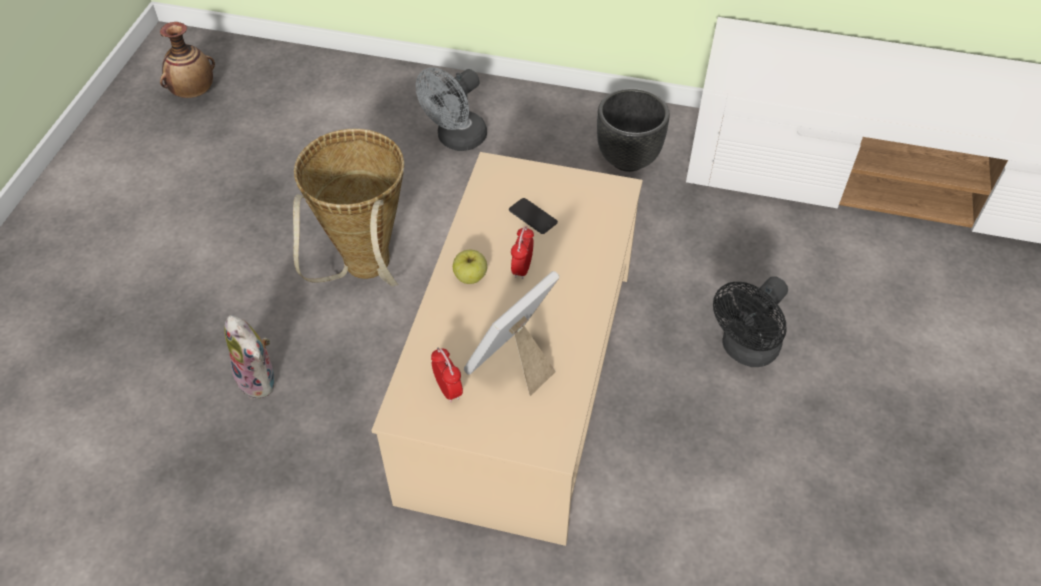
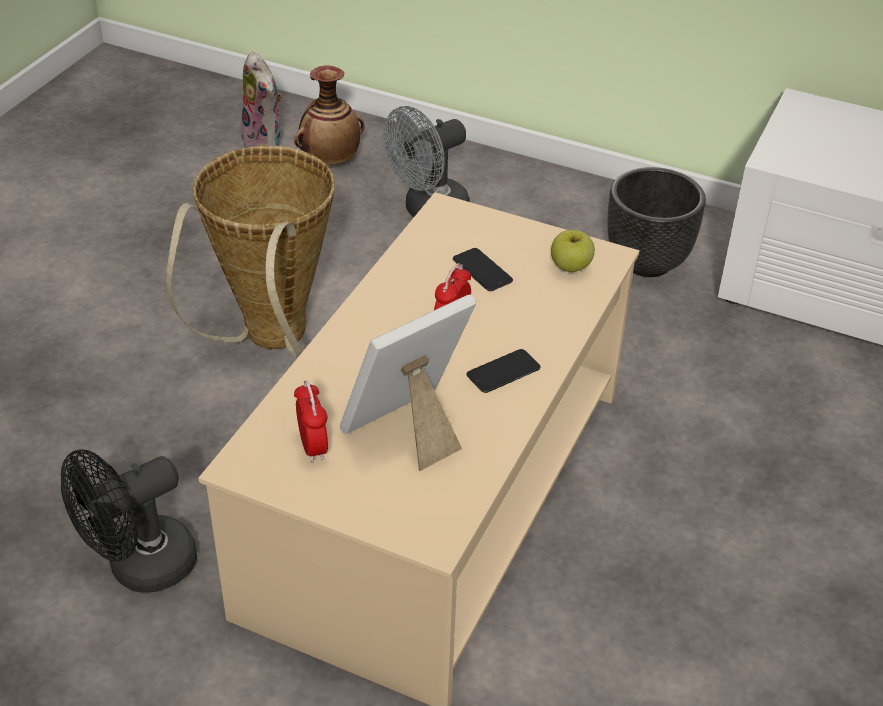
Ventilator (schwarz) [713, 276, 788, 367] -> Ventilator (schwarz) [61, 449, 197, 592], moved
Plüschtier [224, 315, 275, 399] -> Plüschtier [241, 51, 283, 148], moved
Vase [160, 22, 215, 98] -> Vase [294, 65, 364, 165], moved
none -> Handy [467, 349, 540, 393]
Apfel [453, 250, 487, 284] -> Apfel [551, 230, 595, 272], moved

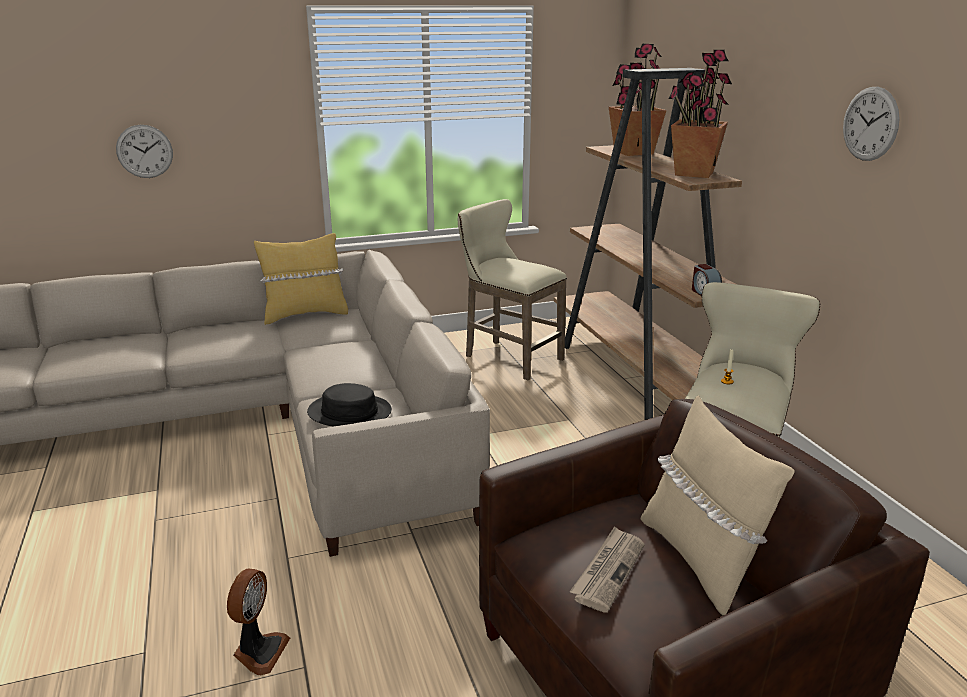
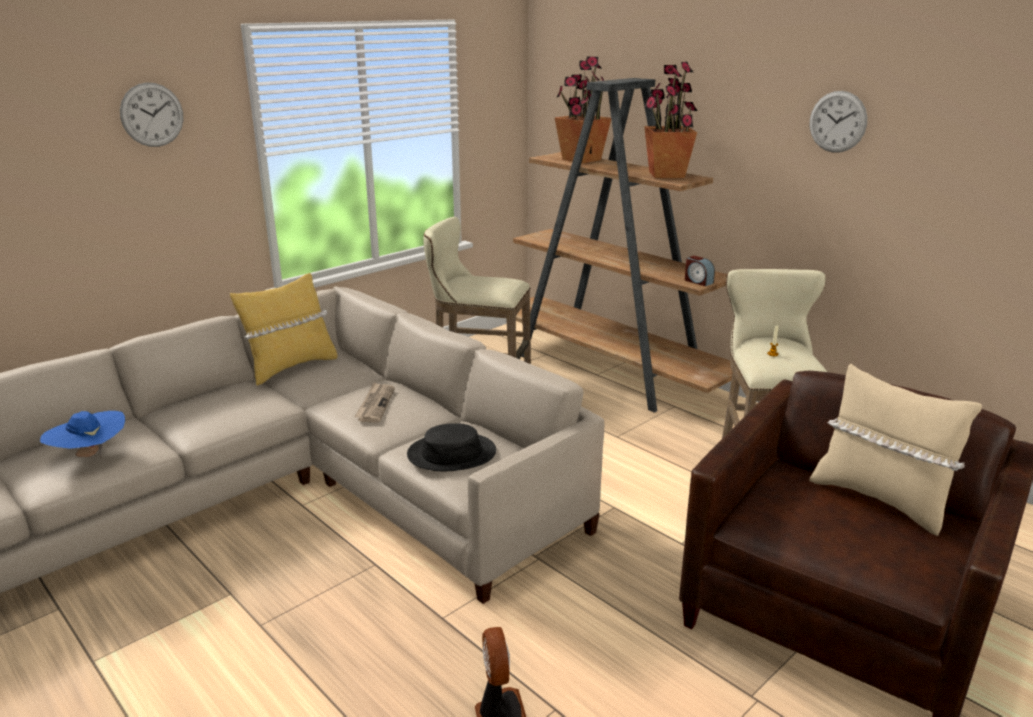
none -> Hut (blau) [40, 411, 125, 457]
Wanduhr [116, 125, 173, 178] -> Wanduhr [120, 82, 183, 147], moved
Zeitung [570, 526, 645, 613] -> Zeitung [354, 382, 395, 423], moved

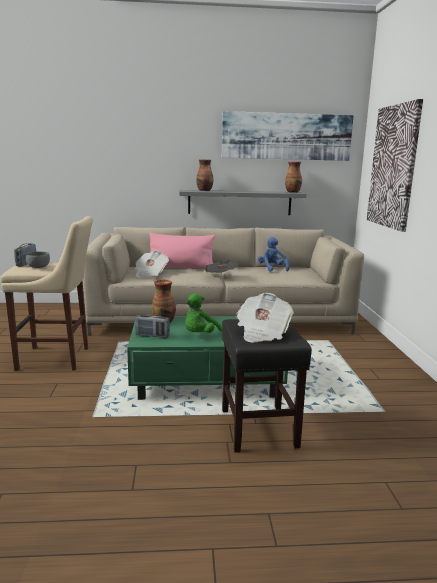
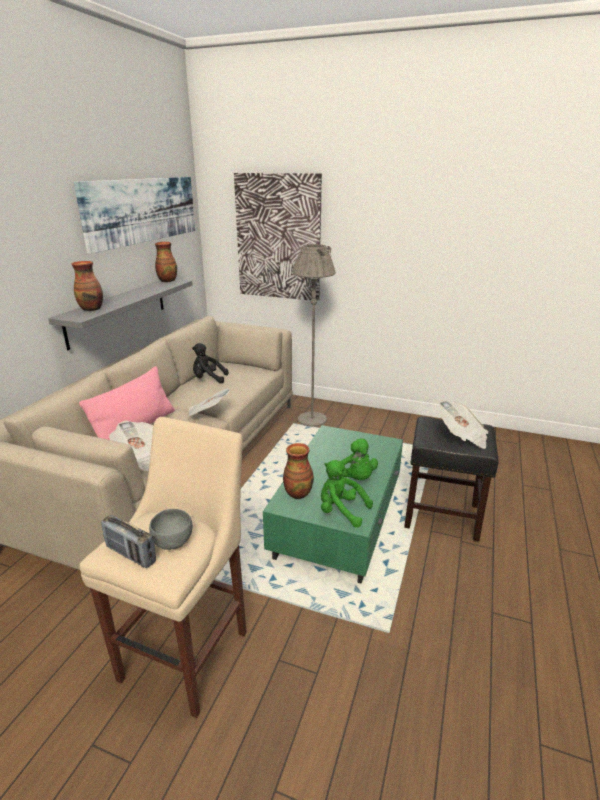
Plüschtier (blau) [258, 237, 289, 272] -> Plüschtier (schwarz) [192, 343, 228, 383]
none -> Stehlampe (grau) [292, 244, 336, 427]
Radio [135, 314, 170, 338] -> Plüschtier (grün) [321, 460, 373, 527]

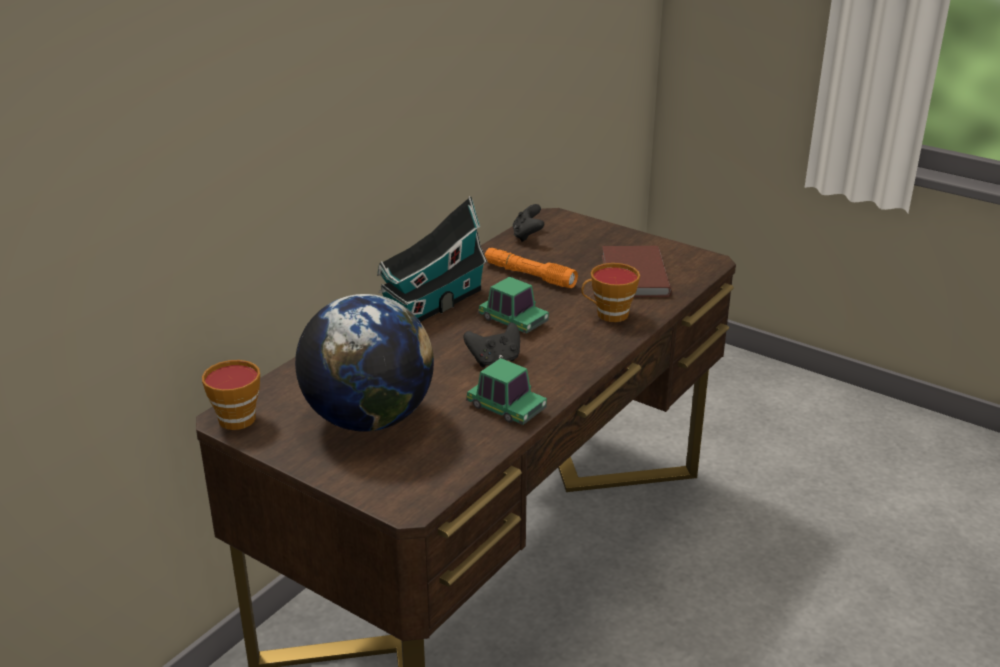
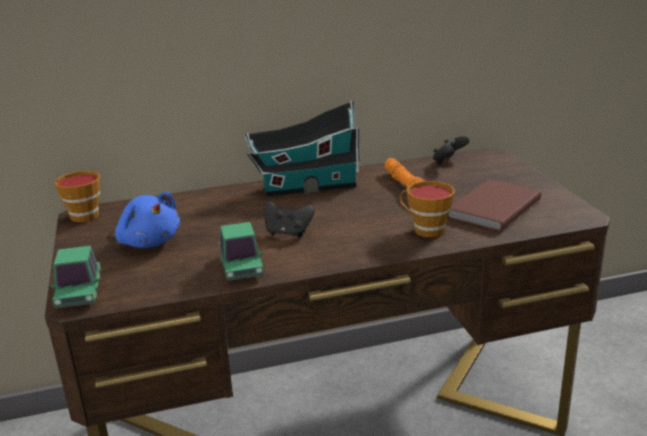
Spielzeugauto [478, 276, 549, 334] -> Spielzeugauto [51, 246, 101, 308], moved
Globus [295, 294, 434, 432] -> Plüschtier (blau) [115, 192, 180, 248]

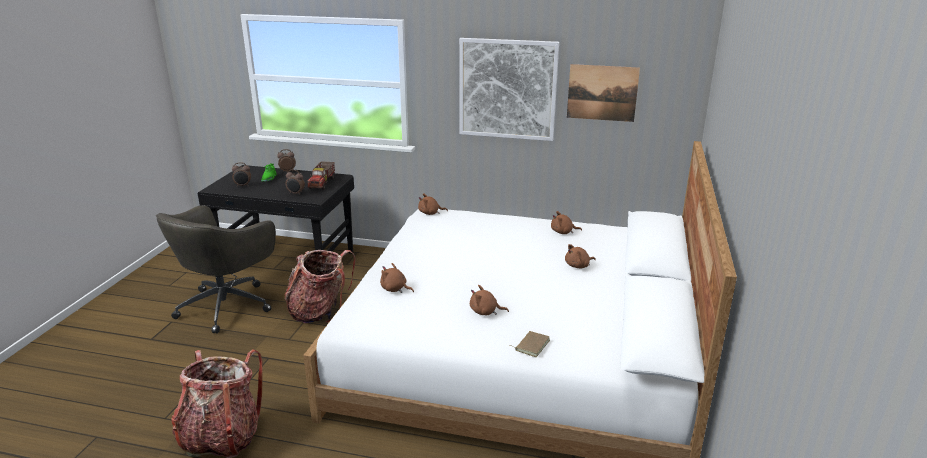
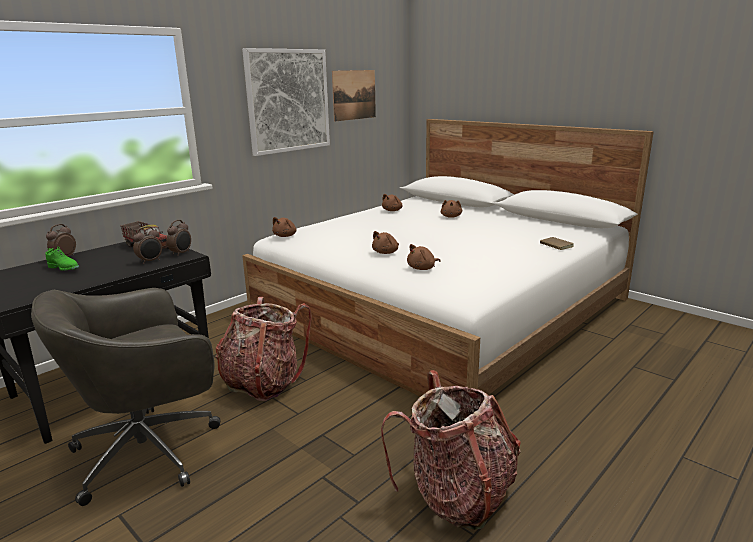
Bürostuhl (grau) [156, 205, 276, 333] -> Bürostuhl (grau) [31, 288, 221, 506], 90 degrees clockwise
Wecker [232, 162, 251, 186] -> Wecker [167, 220, 191, 256], moved
Plüschtier (braun) [470, 285, 509, 315] -> Plüschtier (braun) [372, 231, 399, 254], moved

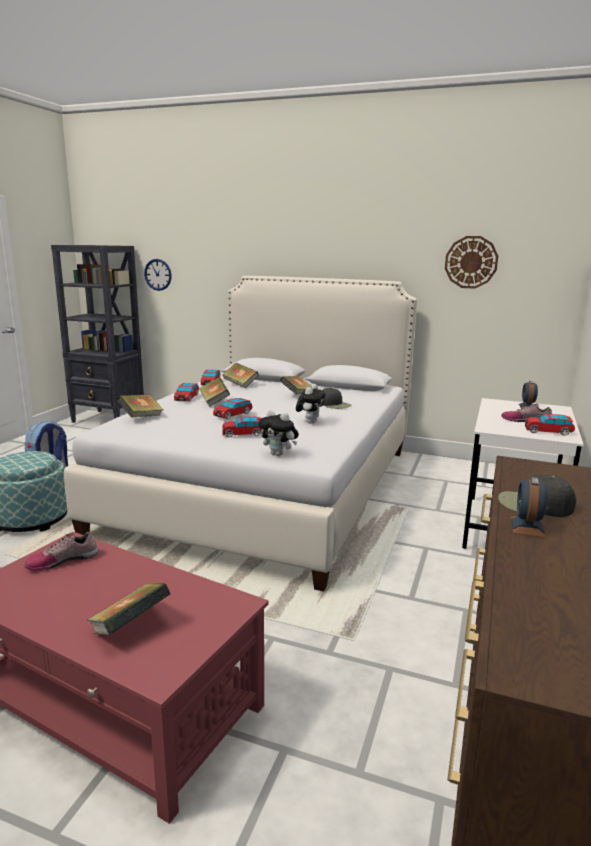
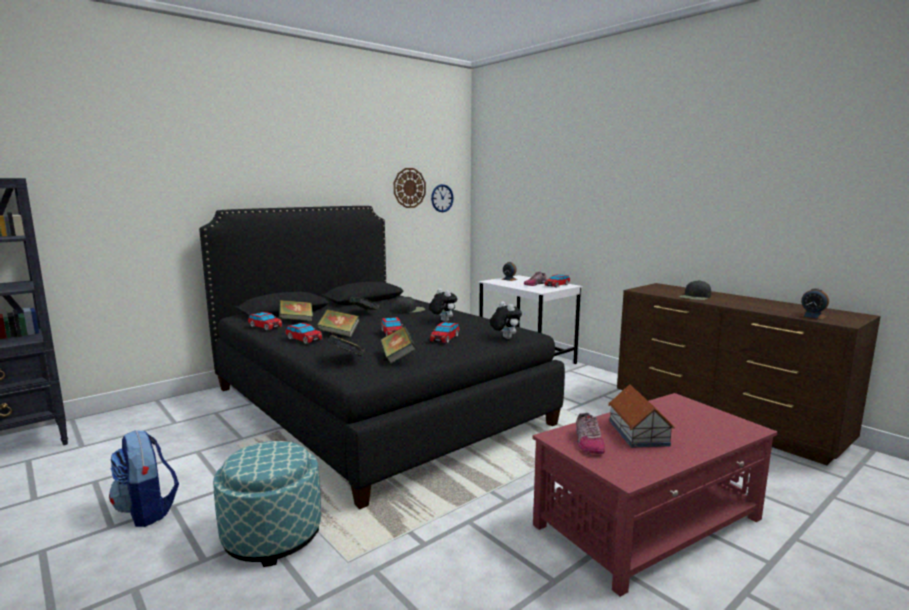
Bett (weiß) [64, 276, 417, 592] -> Bett (schwarz) [199, 206, 565, 509]
Buch [88, 583, 170, 636] -> Buch [381, 327, 416, 364], moved
Wanduhr [144, 259, 172, 291] -> Wanduhr [431, 184, 454, 212], moved
Plüschtier [258, 410, 299, 456] -> Plüschtier [490, 301, 522, 339], 90 degrees counterclockwise
none -> Spielzeughaus [608, 385, 675, 448]
Wecker [511, 477, 547, 538] -> Wecker [800, 288, 829, 320], moved

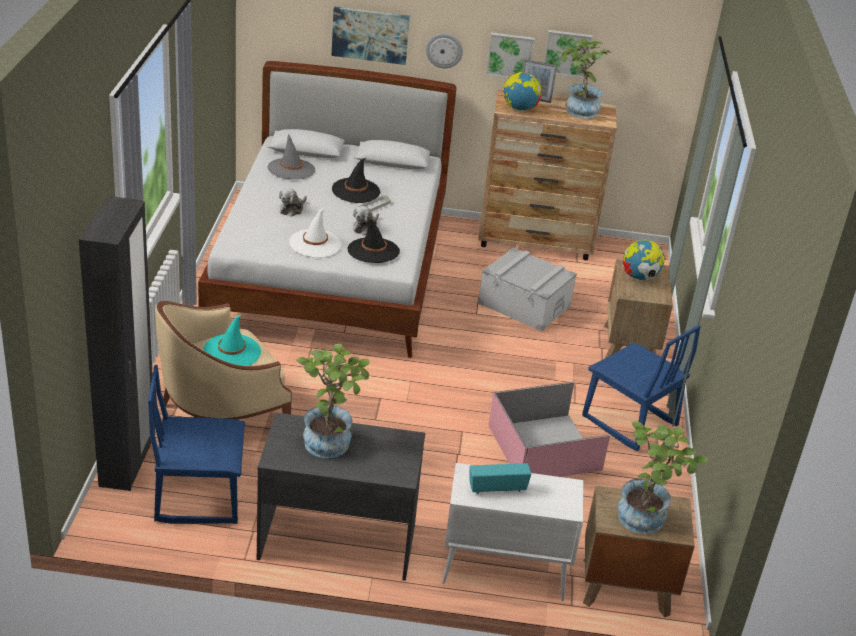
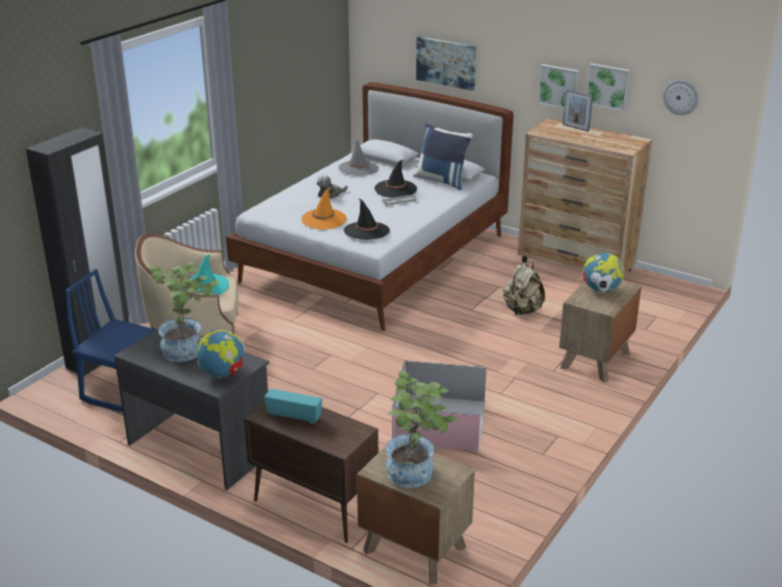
Globus [503, 72, 541, 111] -> Globus [196, 328, 245, 378], moved
Schrank (weiß) [442, 463, 583, 601] -> Schrank (braun) [244, 402, 378, 543]
Hut (weiß) [289, 208, 341, 258] -> Hut (orange) [301, 188, 347, 229]
none -> Kissen (blau) [413, 123, 473, 190]
Aufbewahrungsbox (grau) [478, 248, 577, 332] -> Rucksack (beige) [503, 262, 545, 315]
Wanduhr [426, 33, 463, 68] -> Wanduhr [663, 80, 699, 115], moved
Plüschtier [353, 206, 379, 235] -> none
Topfpflanze [555, 38, 612, 119] -> none
Stuhl (blau) [582, 325, 701, 451] -> none

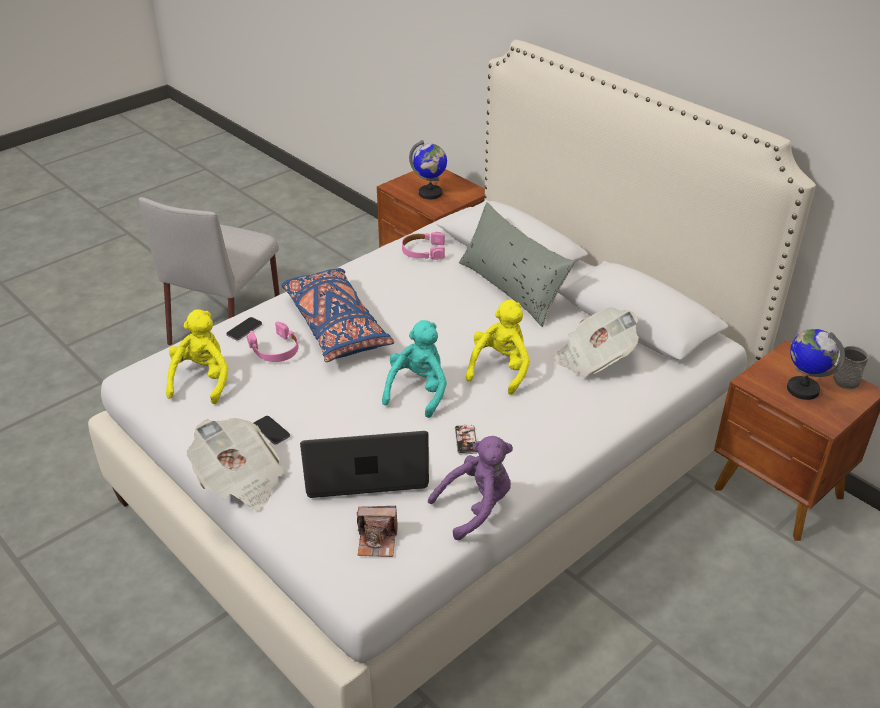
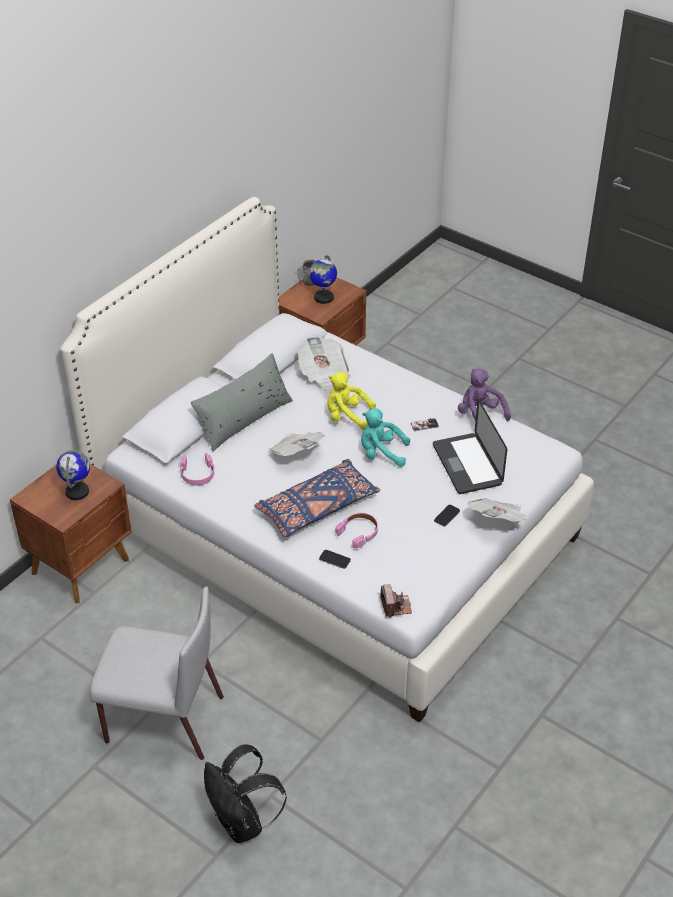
none -> Rucksack (schwarz) [204, 744, 287, 843]
none -> Zeitung [268, 432, 326, 456]
Kamera [357, 506, 398, 557] -> Kamera [380, 584, 412, 618], moved
Plüschtier (gelb) [166, 310, 228, 404] -> none

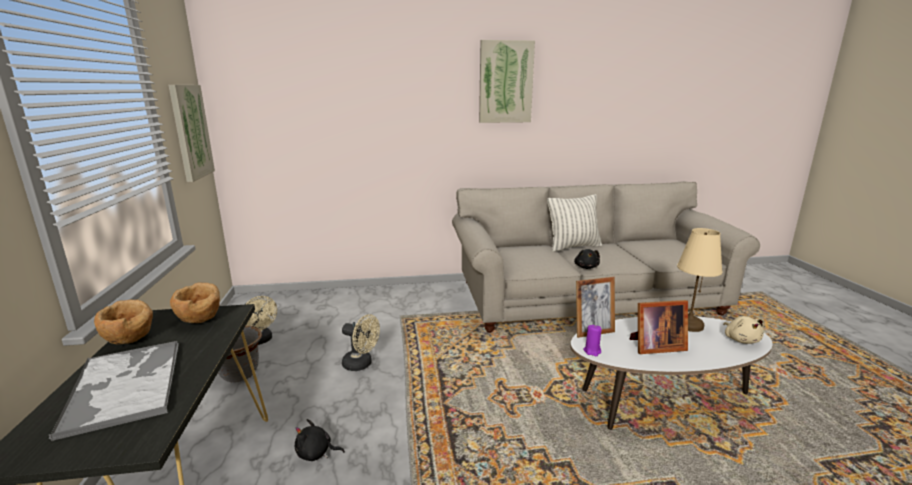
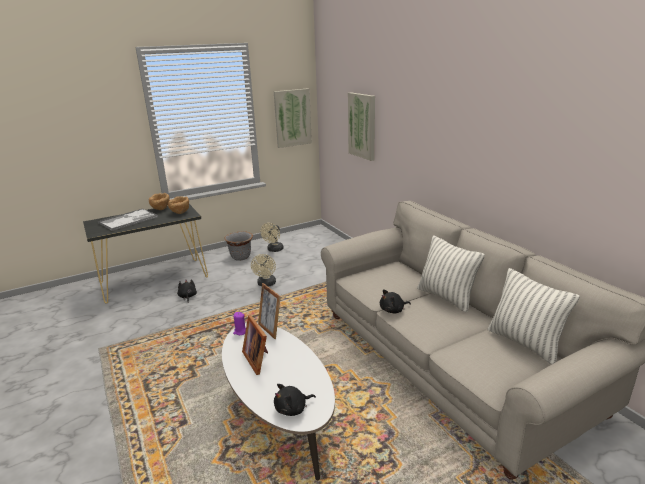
Plüschtier (beige) [723, 316, 764, 344] -> Plüschtier (schwarz) [274, 384, 316, 416]
Bild [479, 40, 535, 123] -> Bild [348, 92, 375, 161], moved
none -> Kissen [487, 268, 580, 364]
Tischlampe (beige) [677, 228, 723, 332] -> none

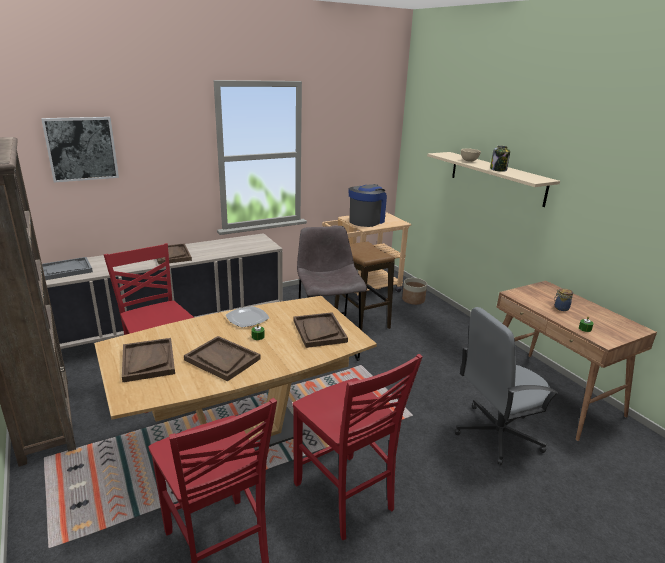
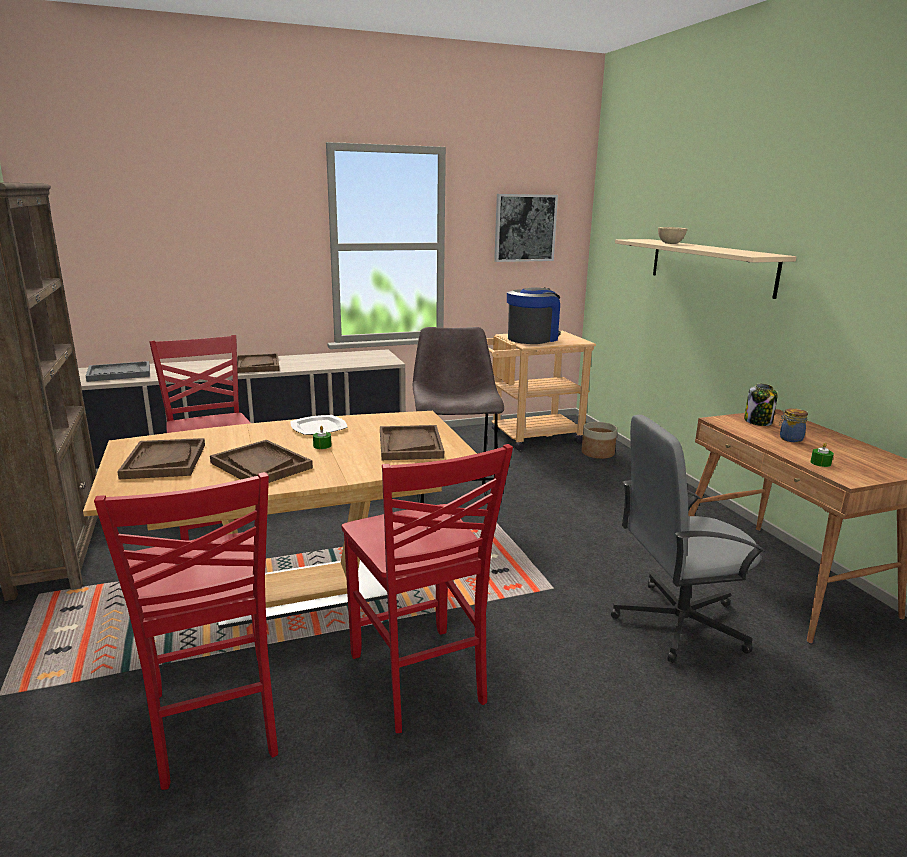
Bild [41, 117, 119, 182] -> Bild [494, 194, 558, 262], moved
Vorratsglas [490, 145, 510, 172] -> Vorratsglas [744, 384, 778, 426], moved
Hocker [335, 242, 395, 330] -> none

